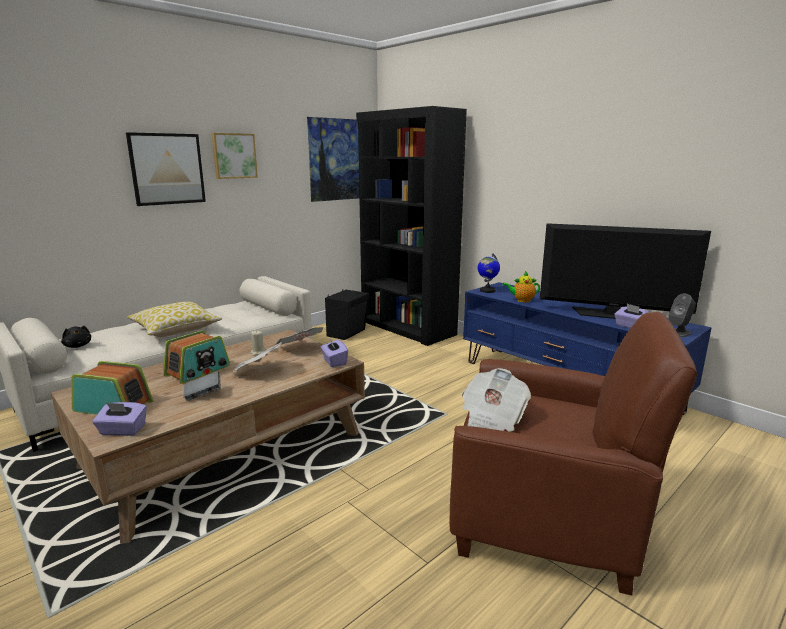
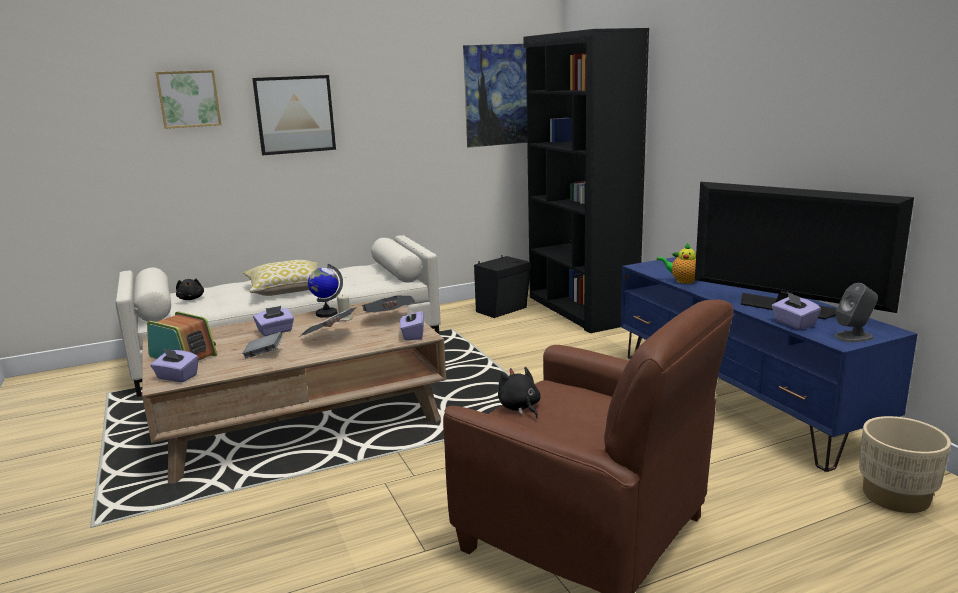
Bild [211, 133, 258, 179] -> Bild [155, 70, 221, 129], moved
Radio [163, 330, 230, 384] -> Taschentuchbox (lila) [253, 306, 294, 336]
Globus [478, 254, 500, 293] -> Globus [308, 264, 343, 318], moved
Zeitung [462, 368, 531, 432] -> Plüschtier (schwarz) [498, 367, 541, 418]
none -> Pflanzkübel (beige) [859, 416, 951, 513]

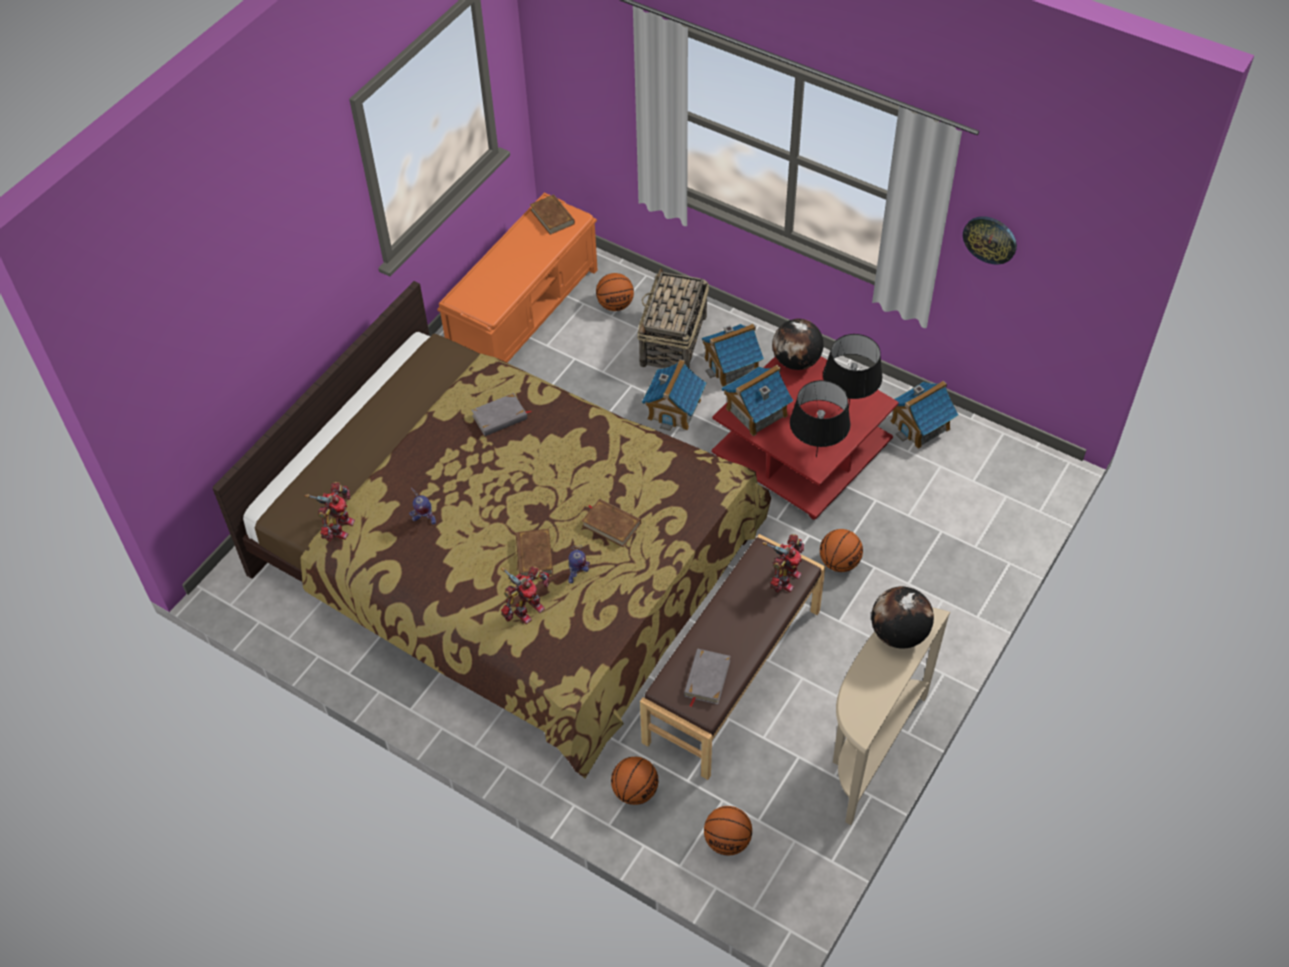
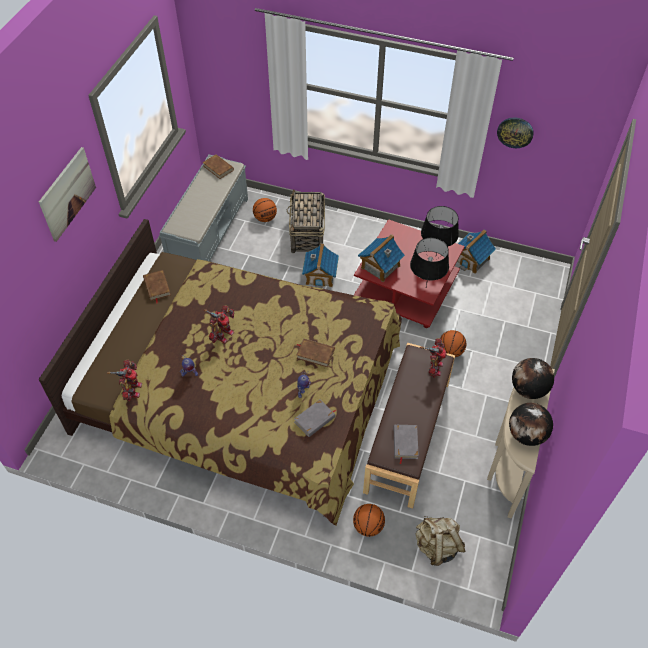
none -> Bild [39, 147, 96, 242]
Buch (braun) [516, 529, 553, 576] -> Buch (braun) [143, 270, 171, 304], moved
Bank (orange) [437, 193, 597, 363] -> Bank (grau) [159, 154, 248, 262]
Spielzeugroboter [501, 566, 549, 624] -> Spielzeugroboter [204, 305, 234, 344], moved
Buch (grau) [471, 393, 532, 436] -> Buch (grau) [294, 400, 336, 437], moved
Basketball [704, 806, 752, 855] -> Rucksack (beige) [416, 516, 465, 566]
Globus [772, 319, 824, 370] -> Globus [509, 403, 553, 446], moved
Spielzeughaus [702, 324, 764, 387] -> none

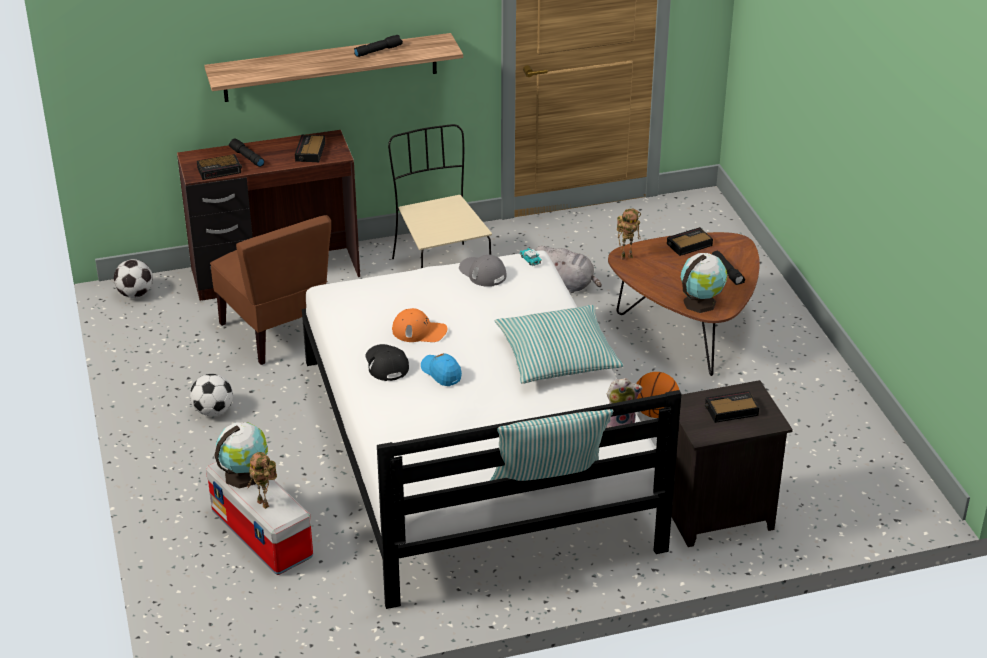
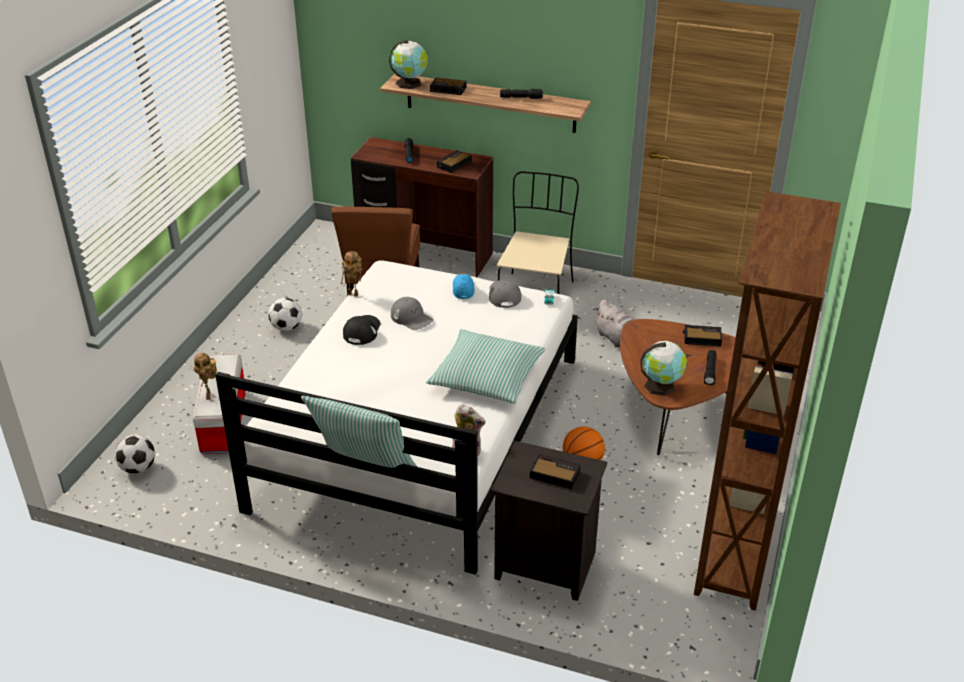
Fußball [114, 259, 153, 298] -> Fußball [115, 435, 155, 474], moved
Spielzeugroboter [617, 209, 641, 260] -> Spielzeugroboter [341, 251, 362, 296], moved
Globus [214, 422, 268, 489] -> Globus [389, 40, 428, 89], moved
Kappe (orange) [392, 308, 447, 342] -> Kappe (grau) [391, 297, 433, 330]
Wecker [197, 154, 242, 180] -> Wecker [430, 77, 467, 95], moved
Kappe (blau) [421, 353, 462, 386] -> Kappe (blau) [453, 273, 475, 299], moved
none -> Bücherregal (braun) [694, 191, 841, 611]

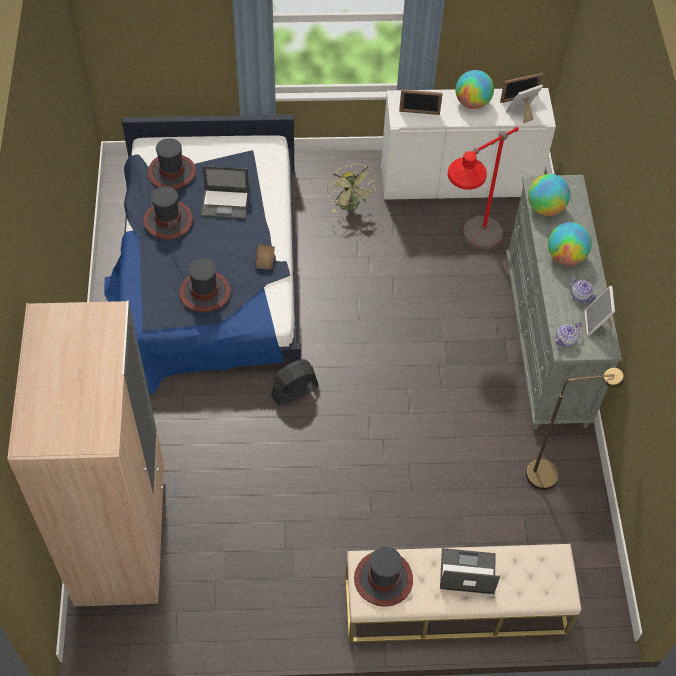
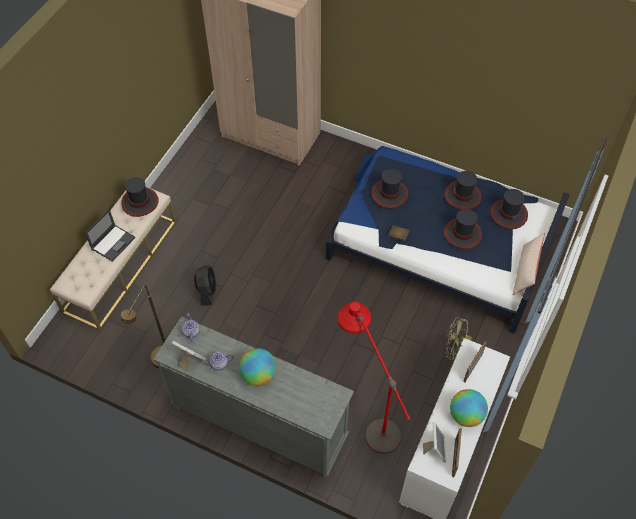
Ventilator (schwarz) [271, 359, 319, 406] -> Ventilator (schwarz) [194, 265, 216, 306], moved
Laptop [201, 166, 249, 219] -> Hut [444, 209, 482, 249]
none -> Kissen (beige) [513, 233, 545, 295]
Globus [528, 174, 570, 216] -> none

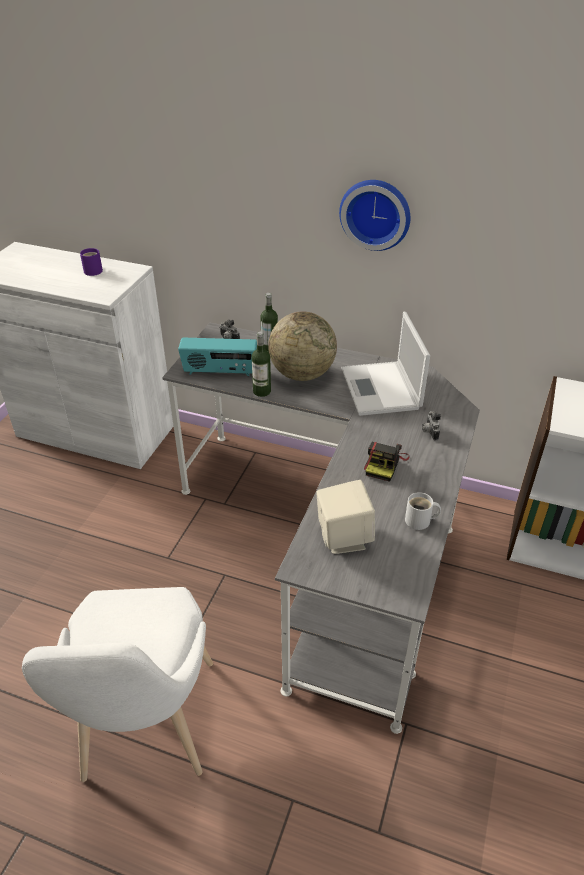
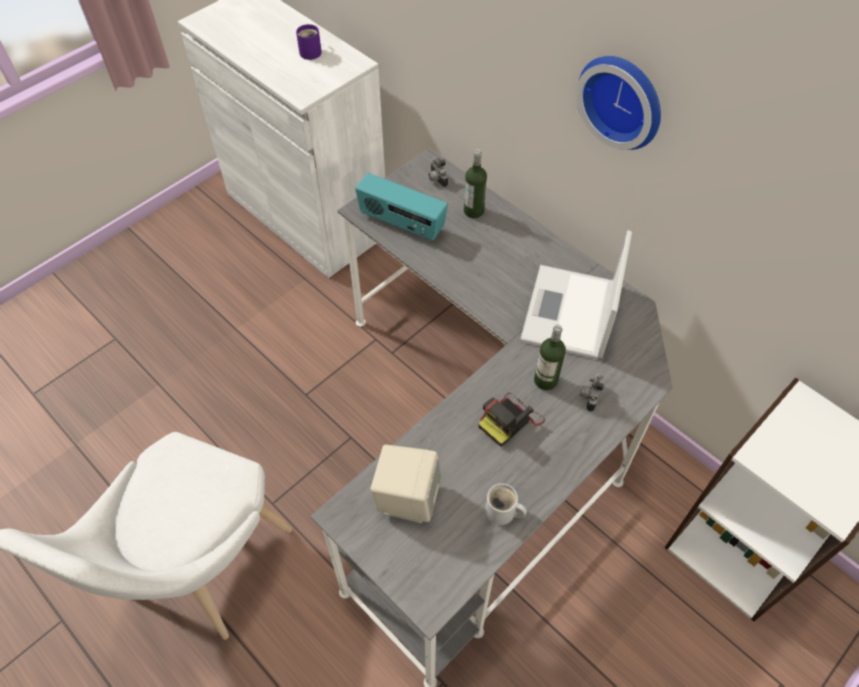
Flasche [252, 332, 271, 397] -> Flasche [534, 325, 566, 390], moved
Globus [268, 311, 337, 381] -> none

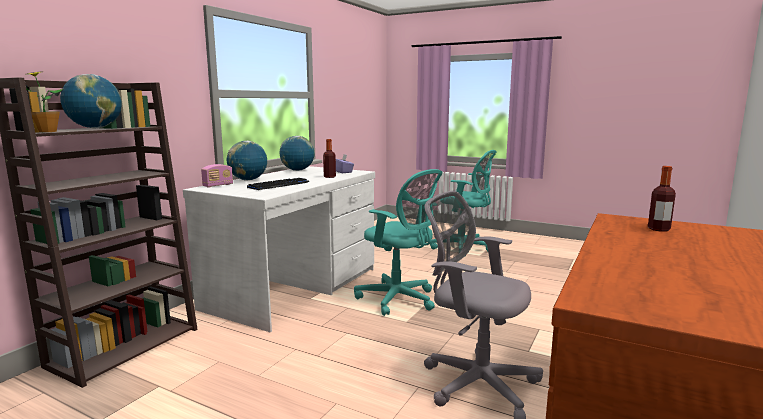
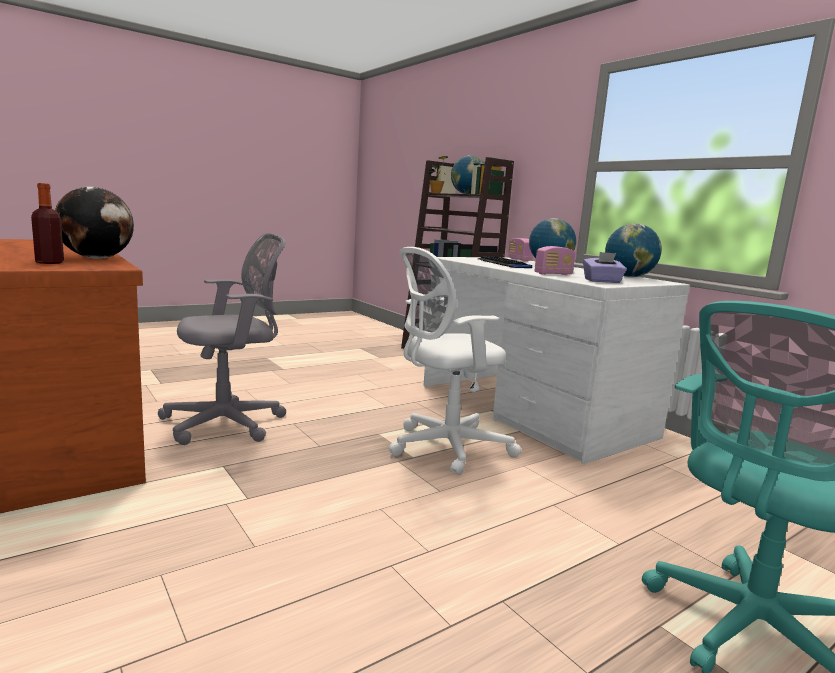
none -> Globus [55, 187, 134, 259]
Bürostuhl (türkis) [354, 169, 442, 316] -> Bürostuhl (weiß) [389, 247, 522, 475]
Flasche [323, 139, 336, 178] -> Radio [535, 246, 575, 275]

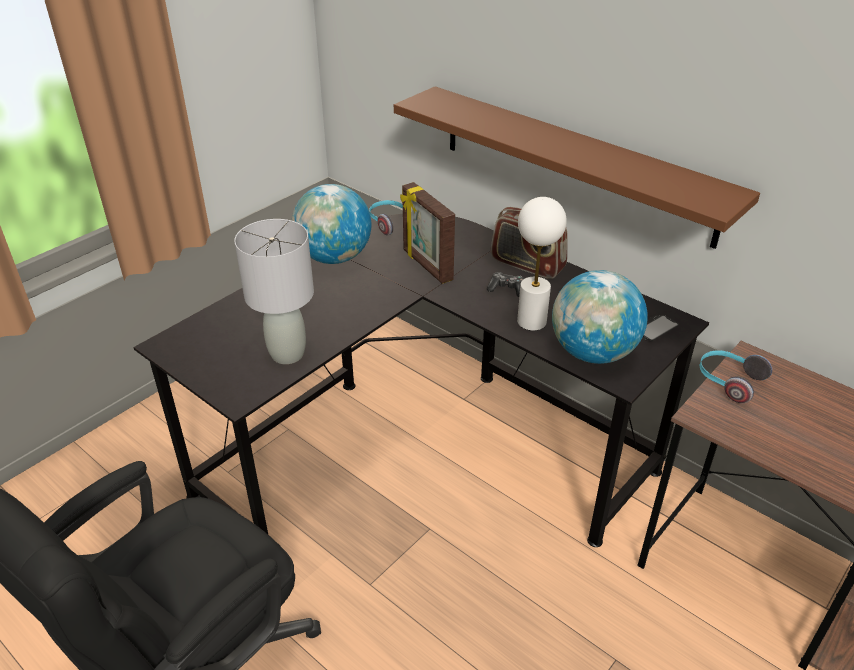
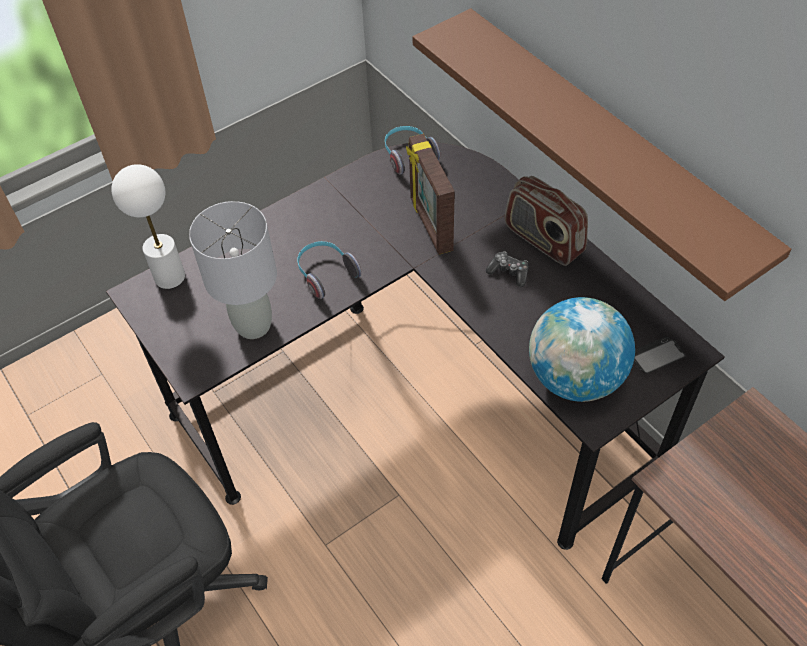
Tischlampe (weiß) [517, 197, 567, 331] -> Tischlampe (weiß) [112, 164, 185, 289], moved
Kopfhörer [700, 350, 772, 403] -> Kopfhörer [298, 241, 362, 299], moved
Globus [292, 184, 371, 264] -> none

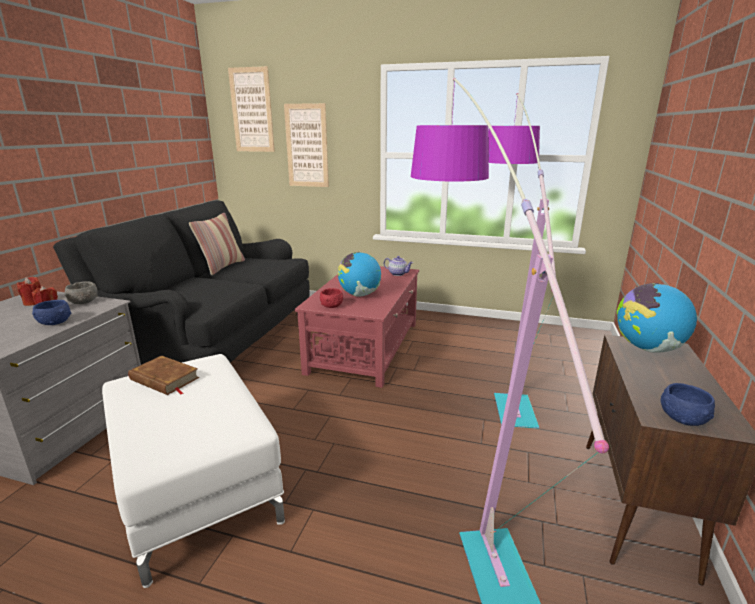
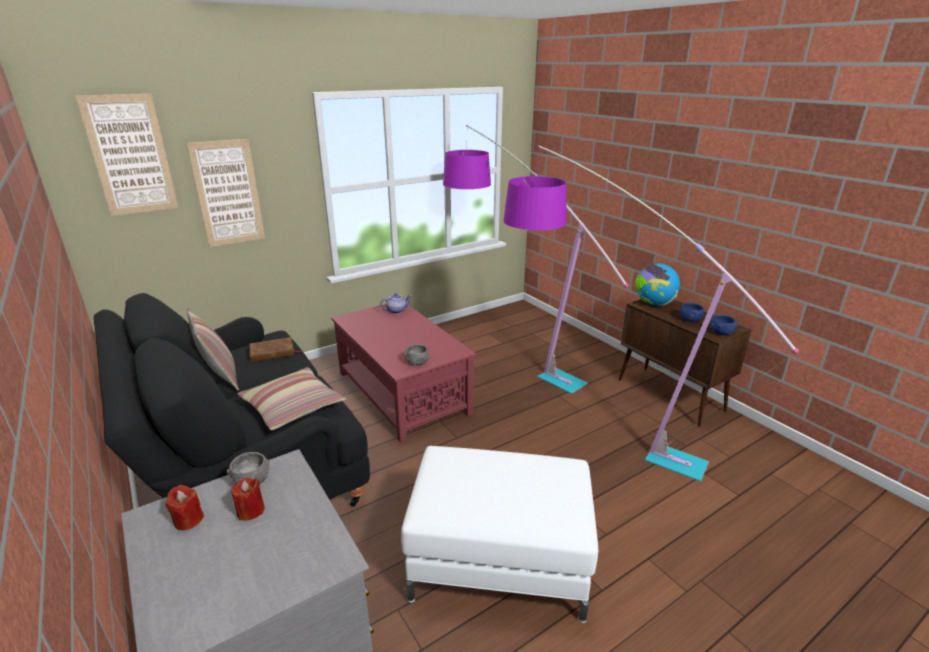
none -> Kissen [238, 367, 346, 430]
Buch (braun) [128, 356, 200, 395] -> Buch (braun) [250, 337, 301, 362], moved
Schüssel (rot) [320, 288, 343, 308] -> Schüssel (grau) [404, 344, 429, 365]
Schüssel (blau) [32, 300, 71, 325] -> Schüssel (blau) [679, 303, 704, 322], moved
Globus [338, 252, 381, 297] -> none

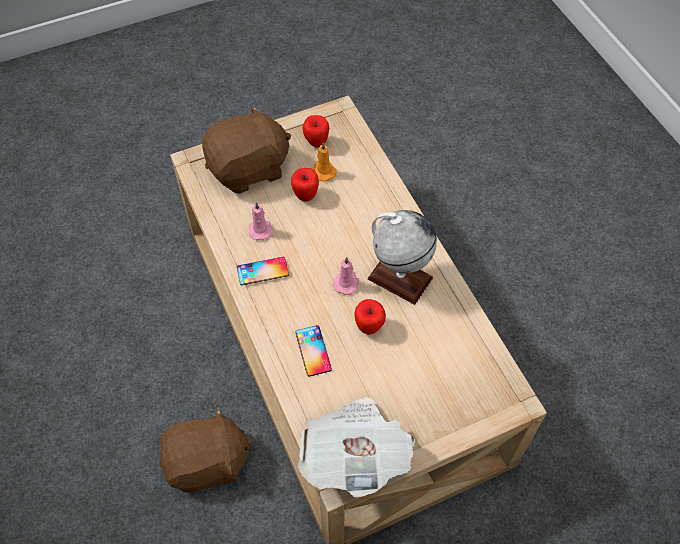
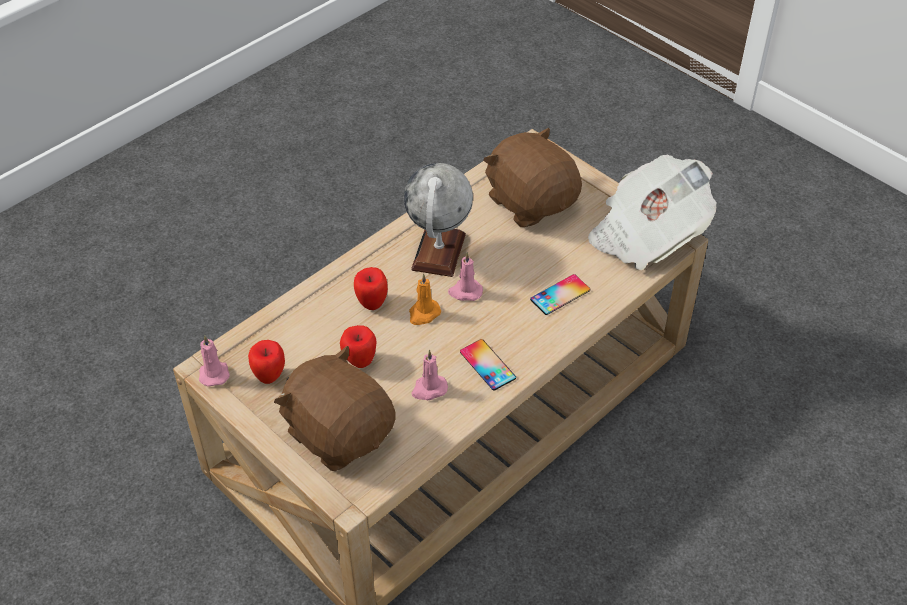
none -> Kerze (rosa) [199, 336, 230, 387]
Apfel [354, 299, 386, 335] -> Apfel [354, 267, 388, 310], moved
Kerze (orange) [313, 142, 337, 181] -> Kerze (orange) [409, 273, 441, 325], moved
Plüschtier (braun) [159, 406, 253, 492] -> Plüschtier (braun) [483, 128, 582, 227], moved

